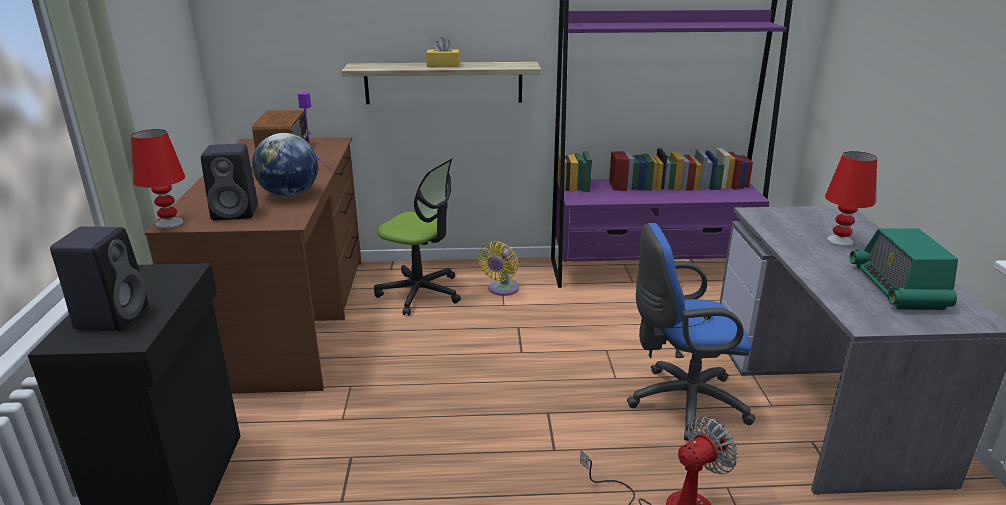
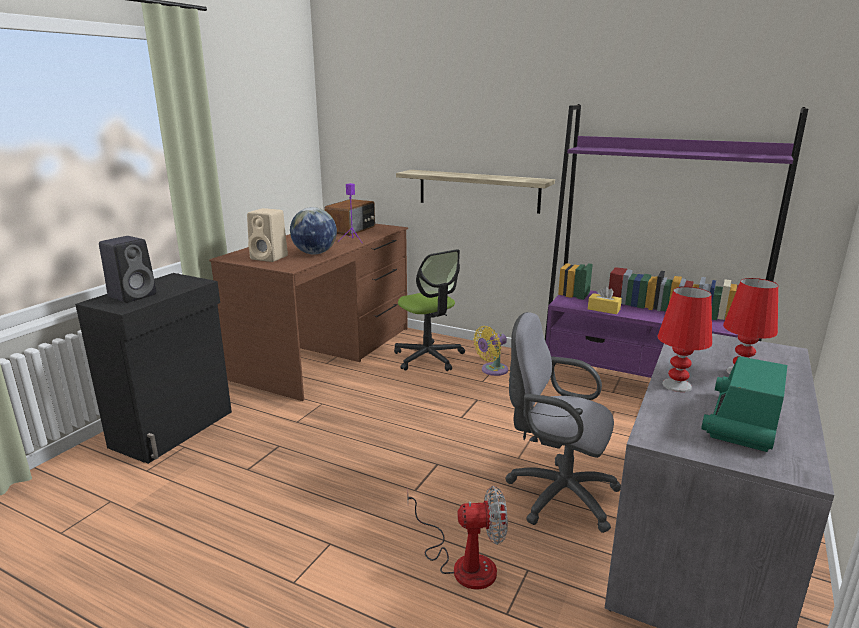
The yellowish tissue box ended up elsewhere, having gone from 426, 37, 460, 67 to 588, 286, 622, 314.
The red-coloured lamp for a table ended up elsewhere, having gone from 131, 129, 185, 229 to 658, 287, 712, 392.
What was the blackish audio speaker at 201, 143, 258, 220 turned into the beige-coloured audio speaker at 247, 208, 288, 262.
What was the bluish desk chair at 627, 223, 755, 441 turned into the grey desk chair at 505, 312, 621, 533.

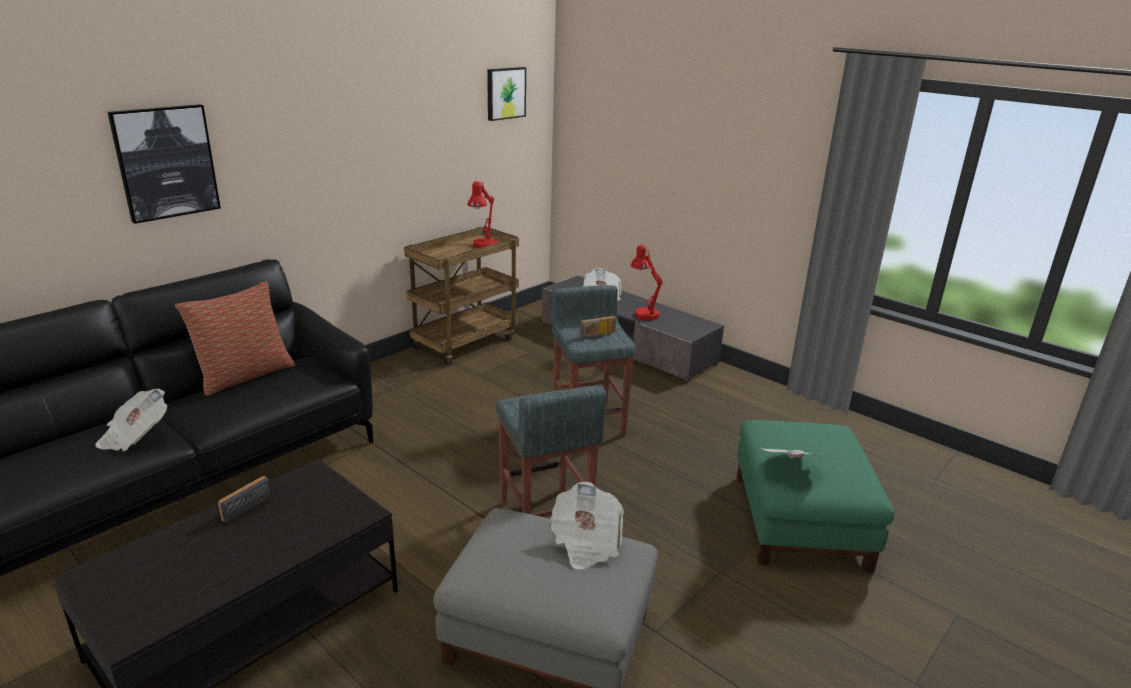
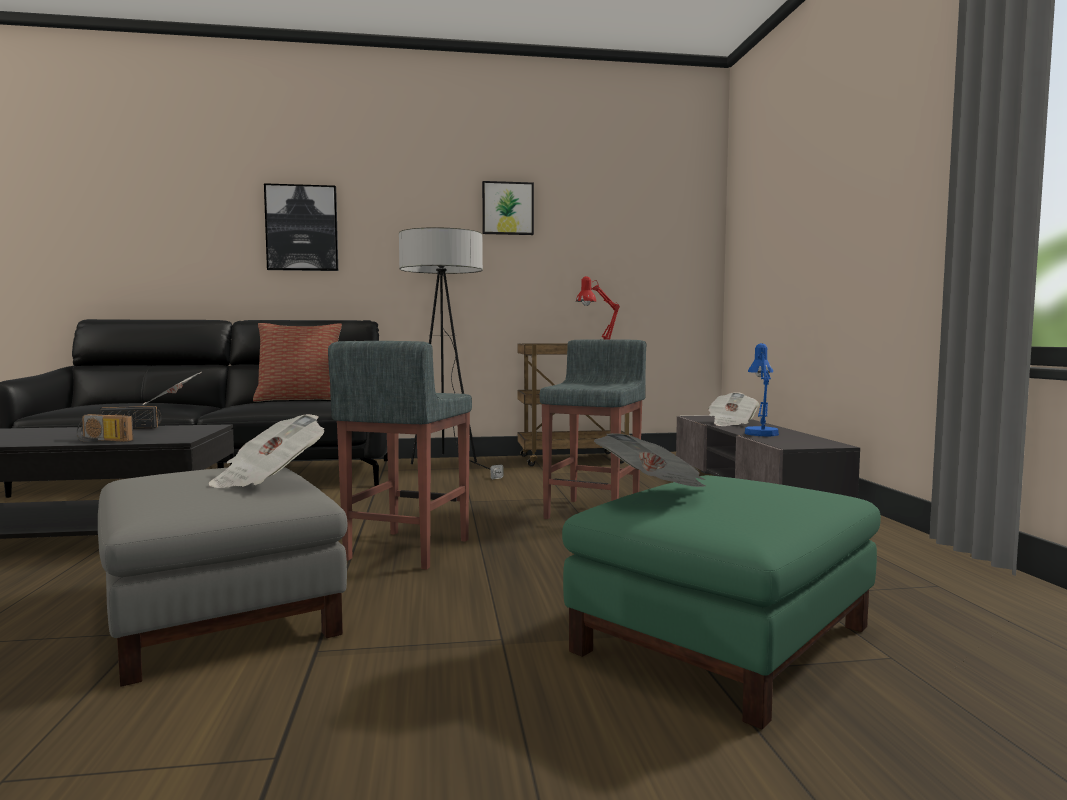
The wall picture ended up elsewhere, having gone from 487, 67, 526, 121 to 482, 181, 534, 235.
What was the red-coloured lamp for a table at 631, 244, 663, 321 turned into the bluish lamp for a table at 745, 343, 779, 436.
The radio receiver ended up elsewhere, having gone from 579, 316, 616, 340 to 77, 414, 134, 442.
The second view gained the floor lamp at 399, 227, 503, 479.

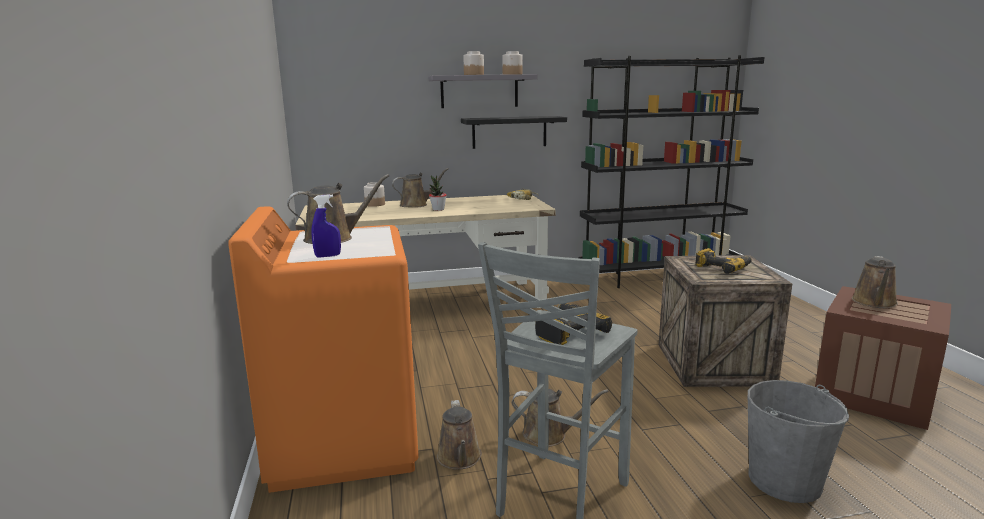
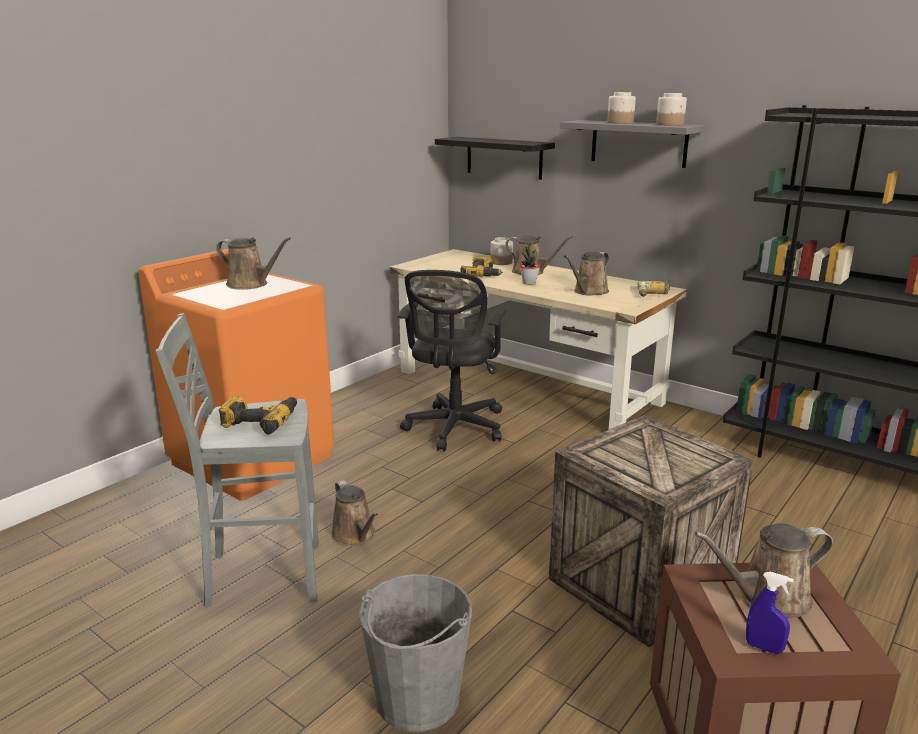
The blackish wall shelf ended up elsewhere, having gone from 461, 116, 567, 149 to 435, 137, 555, 180.
The bluish spray bottle ended up elsewhere, having gone from 311, 194, 341, 258 to 746, 572, 794, 654.
The electric drill ended up elsewhere, having gone from 695, 248, 752, 274 to 460, 257, 503, 277.
The brown-coloured sprinkling can ended up elsewhere, having gone from 437, 400, 482, 470 to 564, 251, 609, 296.
The second view gained the blackish desk chair at 397, 270, 506, 451.

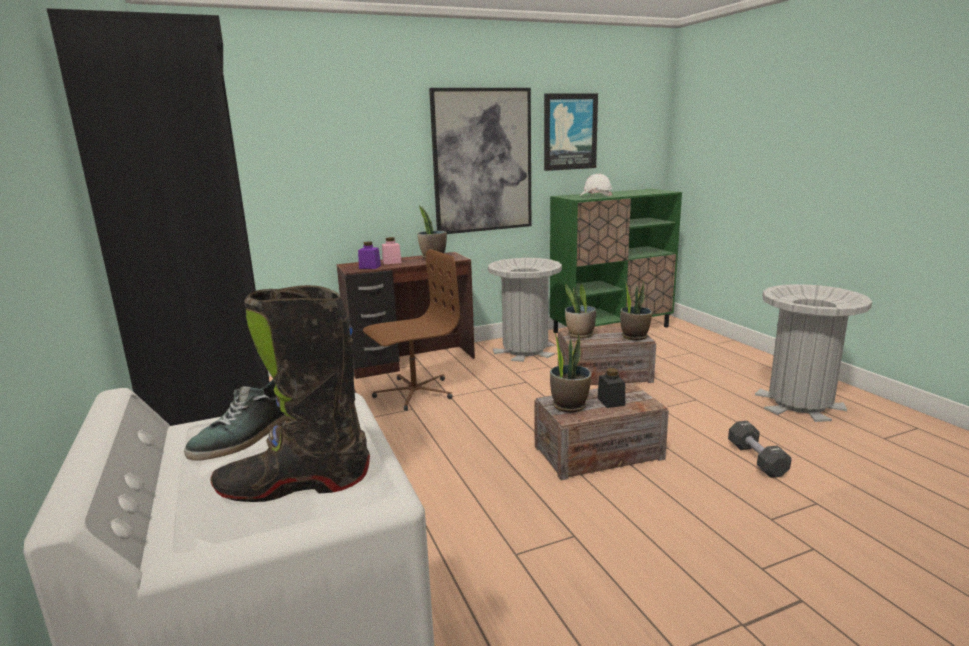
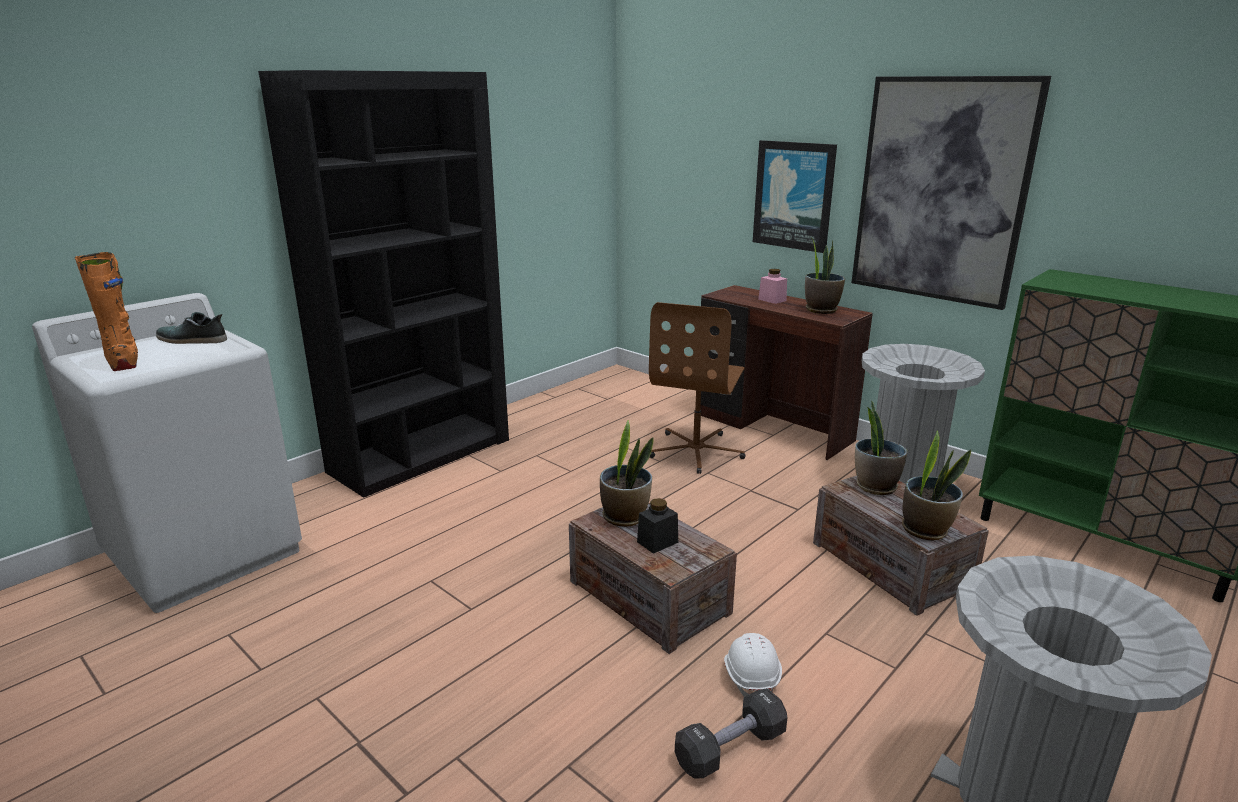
The wall picture ended up elsewhere, having gone from 544, 93, 598, 171 to 753, 140, 837, 253.
The white work helmet ended up elsewhere, having gone from 580, 174, 612, 196 to 724, 633, 782, 697.
The second view lost the purplish preserve jar at 358, 241, 381, 269.
The brown-coloured desk chair at 363, 249, 460, 411 ended up facing another way, 75 degrees clockwise from before.
What was the blackish boot at 210, 285, 370, 502 turned into the orangey boot at 75, 252, 138, 371.

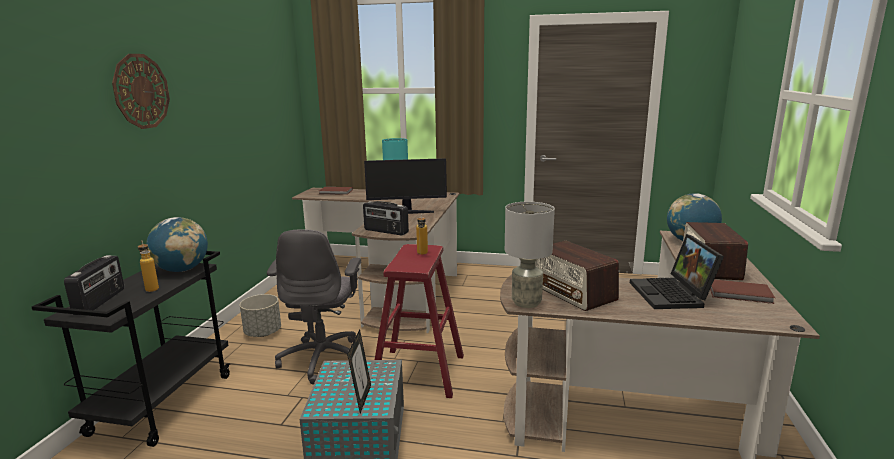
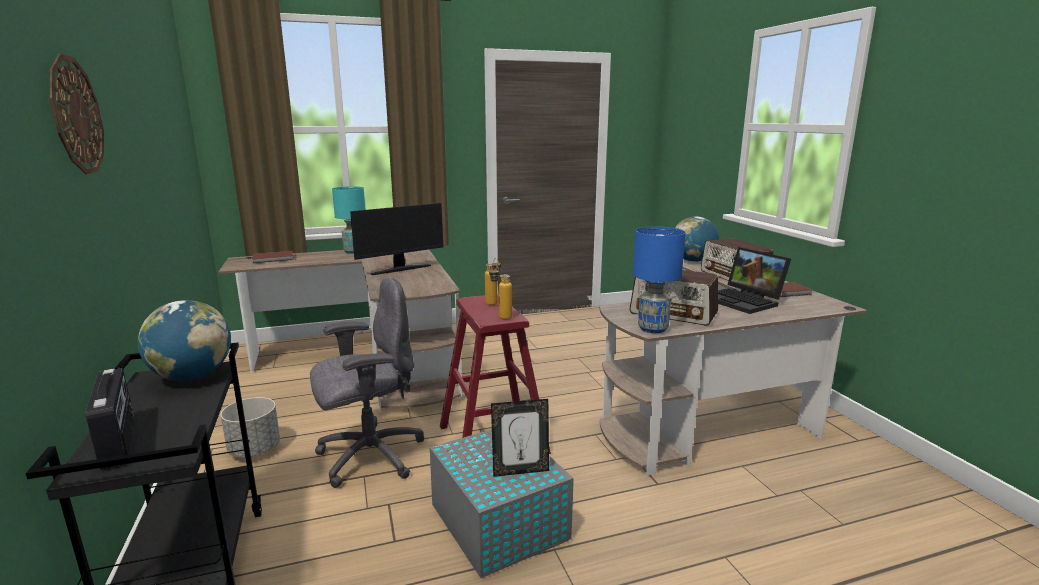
The second view lost the radio receiver at 363, 201, 409, 236.
What was the grey lamp for a table at 505, 202, 555, 308 turned into the bluish lamp for a table at 633, 227, 686, 333.
The grey desk chair at 267, 229, 361, 384 ended up facing another way, 90 degrees counterclockwise from before.
The bottle ended up elsewhere, having gone from 138, 240, 159, 292 to 489, 265, 512, 319.
The picture frame at 347, 329, 371, 413 ended up facing another way, 105 degrees clockwise from before.

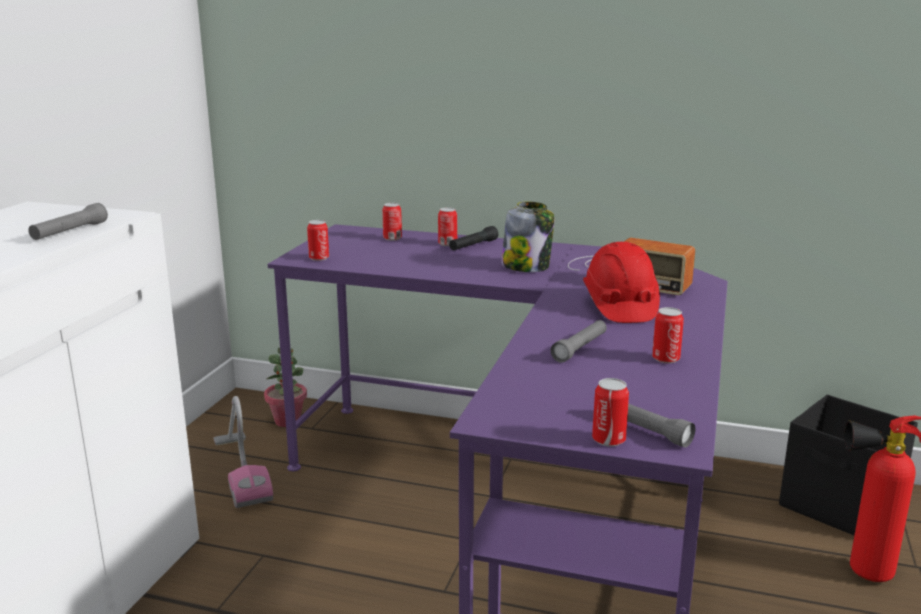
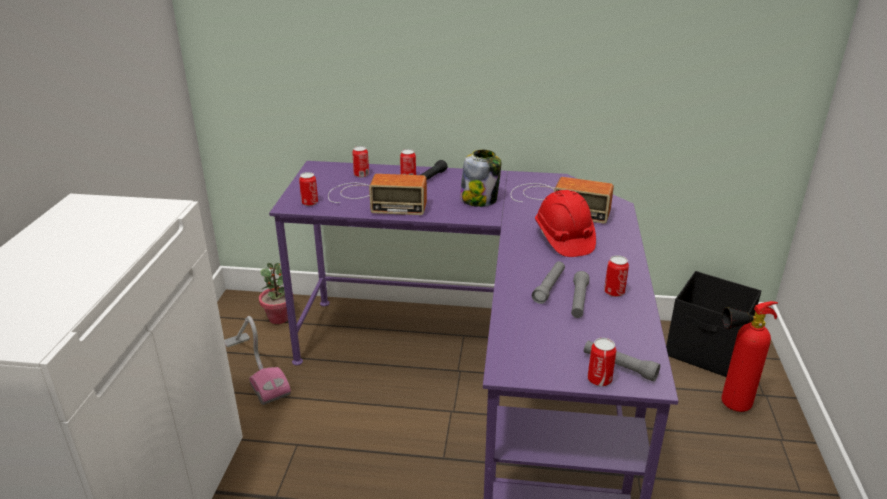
The grey flashlight ended up elsewhere, having gone from 28, 203, 108, 240 to 571, 271, 590, 318.
The second view gained the radio receiver at 328, 174, 427, 215.

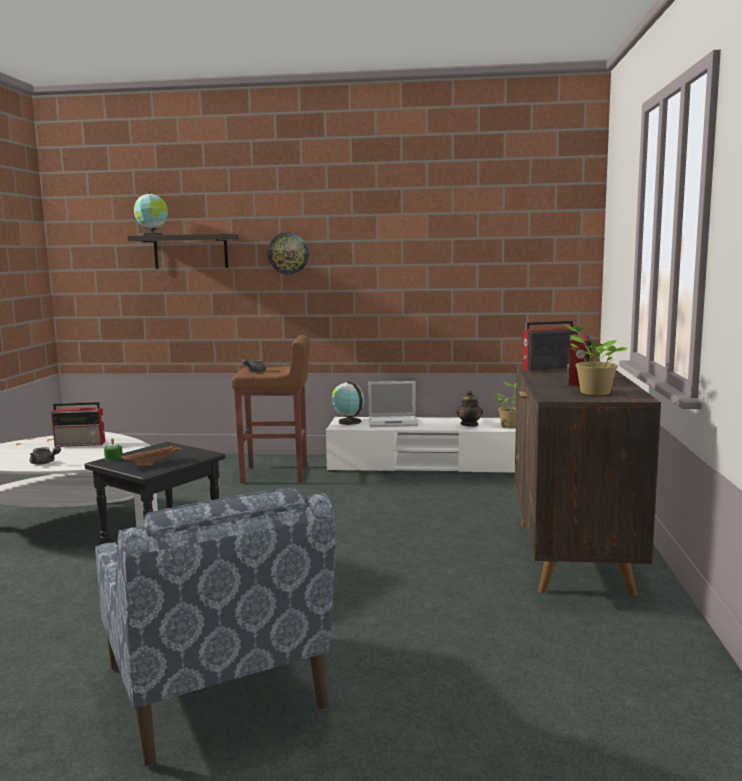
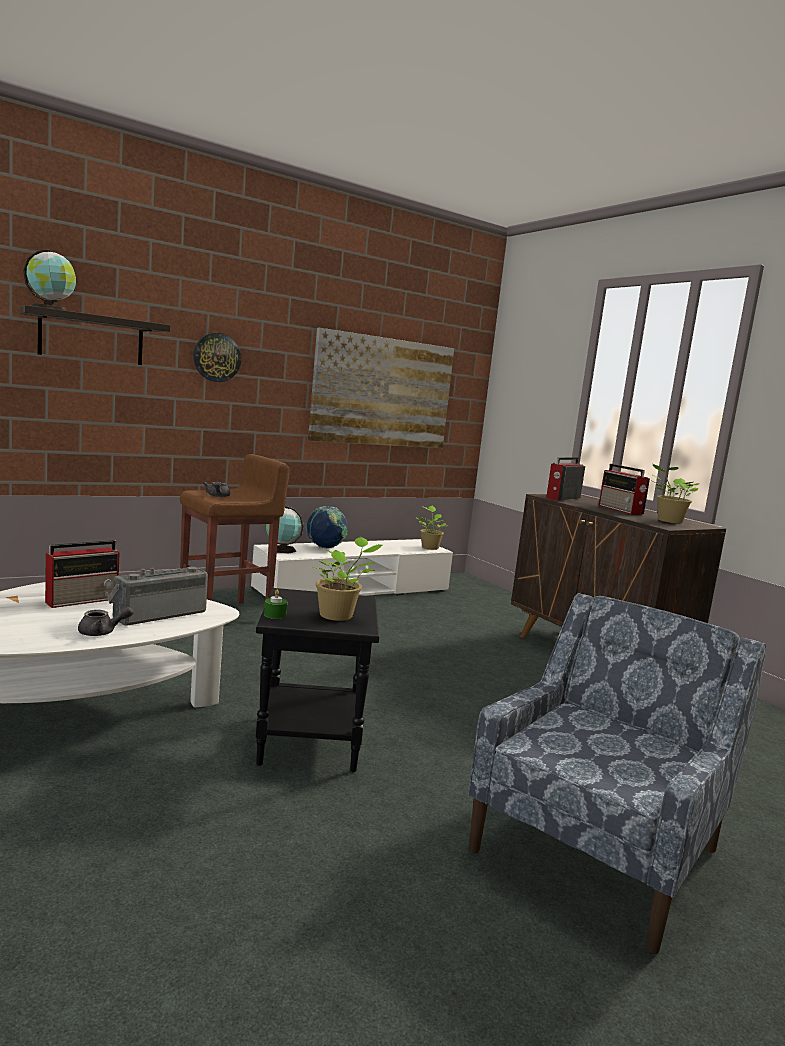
Where the laptop stood at 368, 381, 418, 427, the desk globe came to stand at 305, 506, 348, 549.
The second view lost the pot for tea at 456, 390, 483, 427.
Where the brown-coloured carrying tray stood at 121, 444, 184, 466, the potted plant came to stand at 313, 537, 382, 621.
The bluish lounge chair at 95, 488, 336, 767 ended up facing another way, 75 degrees counterclockwise from before.
The second view gained the wall picture at 308, 328, 454, 448.
The second view gained the radio receiver at 107, 566, 208, 626.

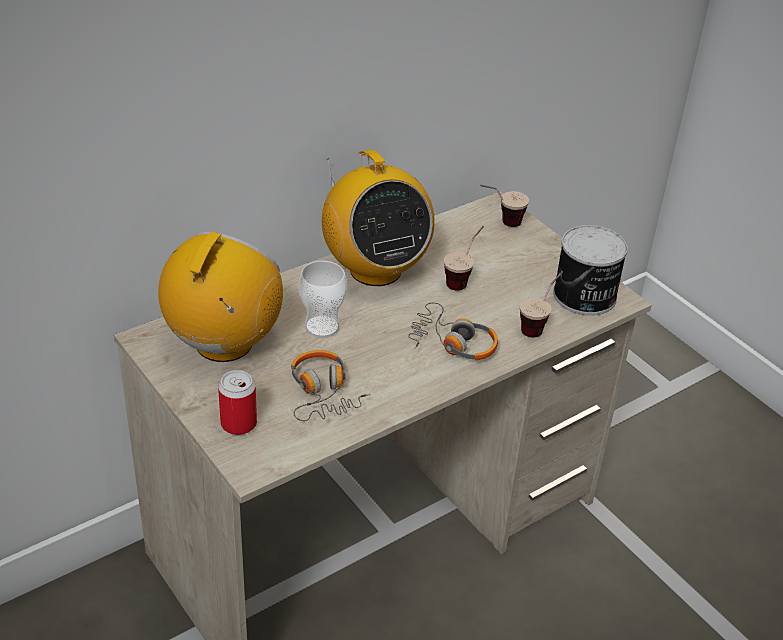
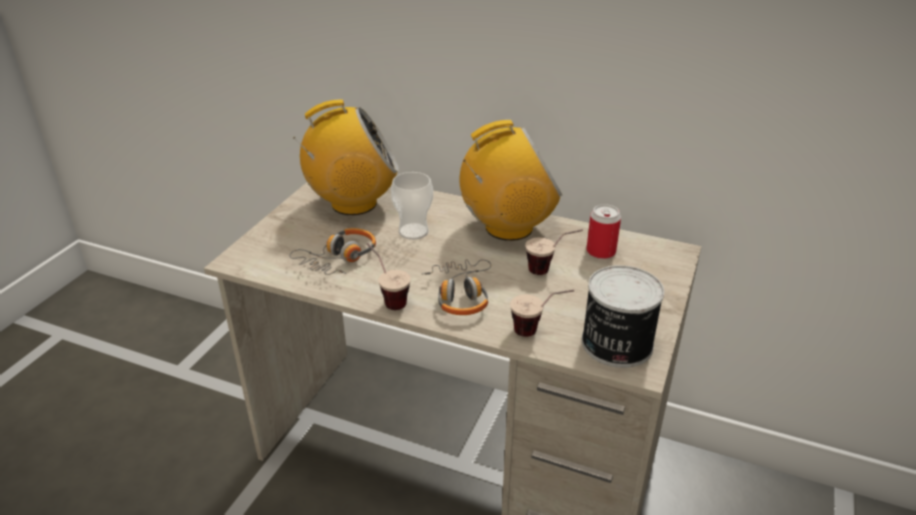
The radio receiver at 322, 150, 435, 286 ended up facing another way, 135 degrees counterclockwise from before.
The small cup ended up elsewhere, having gone from 480, 184, 529, 227 to 367, 243, 411, 310.
The metal can ended up elsewhere, having gone from 218, 370, 257, 435 to 586, 204, 621, 259.

